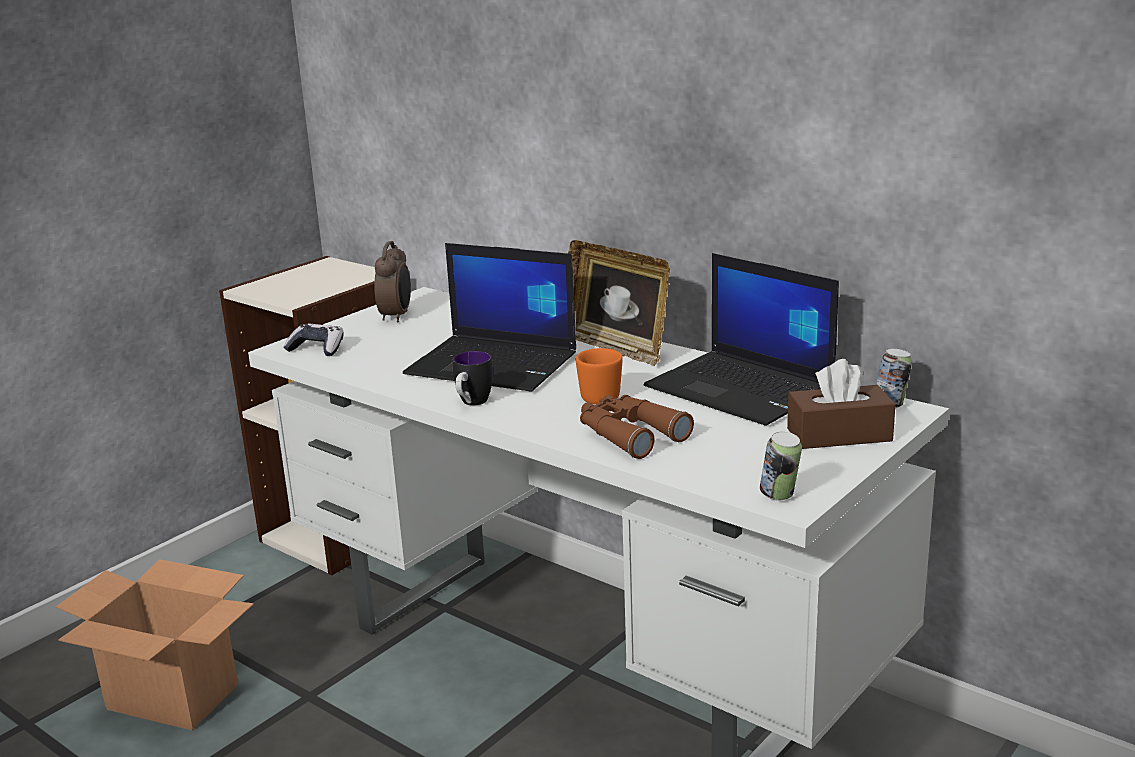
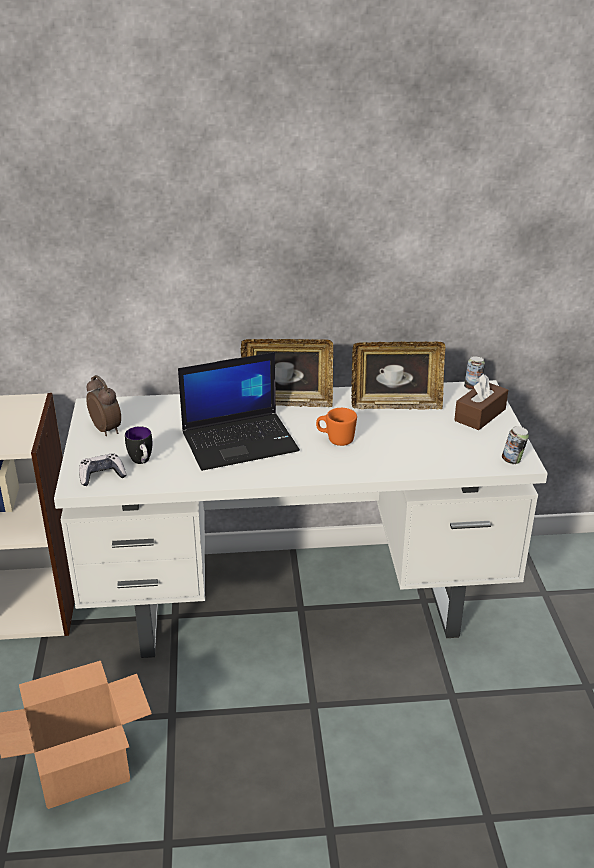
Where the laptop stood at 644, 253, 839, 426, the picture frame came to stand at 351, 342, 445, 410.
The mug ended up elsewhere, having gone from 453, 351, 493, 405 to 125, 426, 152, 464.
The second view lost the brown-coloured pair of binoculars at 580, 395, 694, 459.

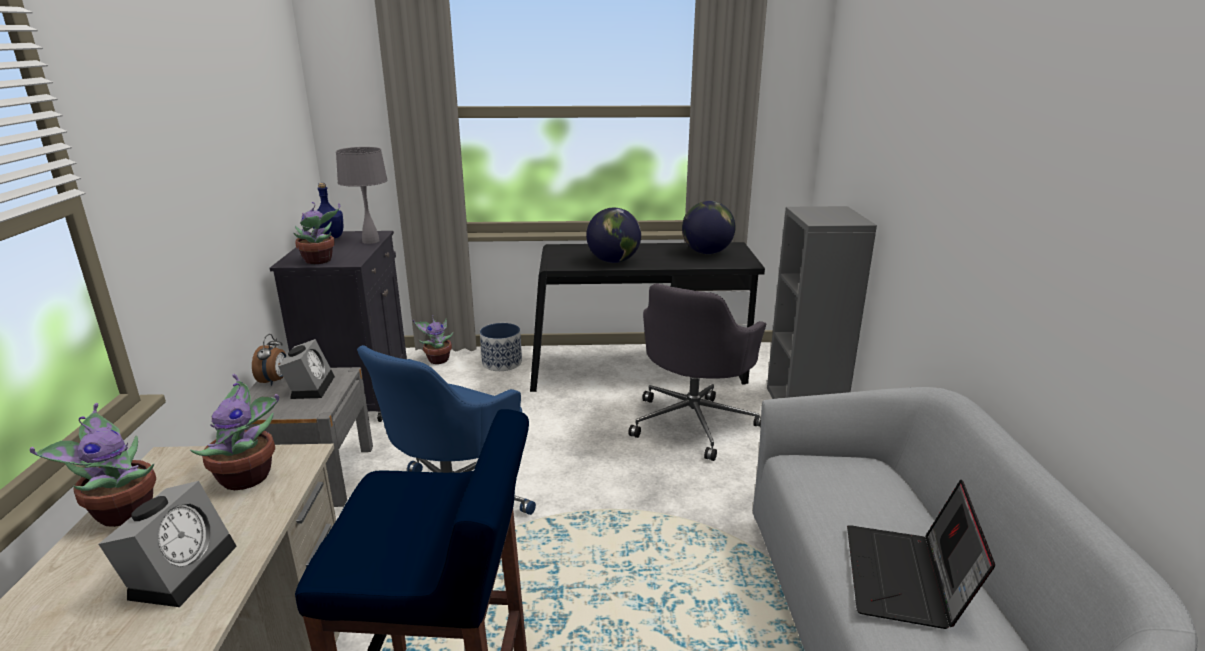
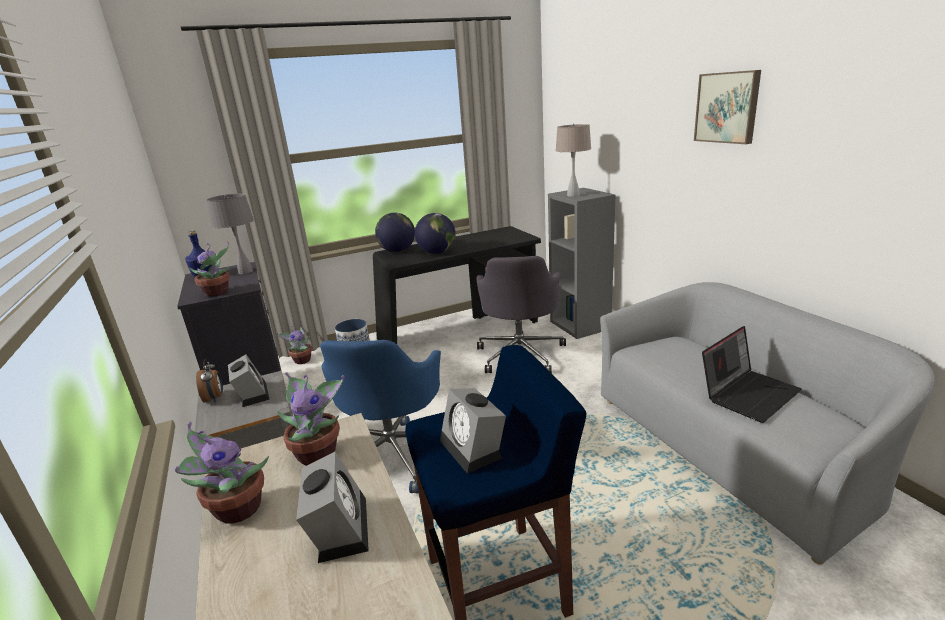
The desk globe ended up elsewhere, having gone from 682, 201, 735, 254 to 375, 213, 415, 253.
The laptop at 847, 480, 995, 629 ended up facing another way, 120 degrees counterclockwise from before.
The second view gained the wall picture at 694, 70, 761, 144.
The second view gained the beige-coloured lamp for a table at 556, 124, 591, 197.
The second view gained the table clock at 440, 388, 506, 474.

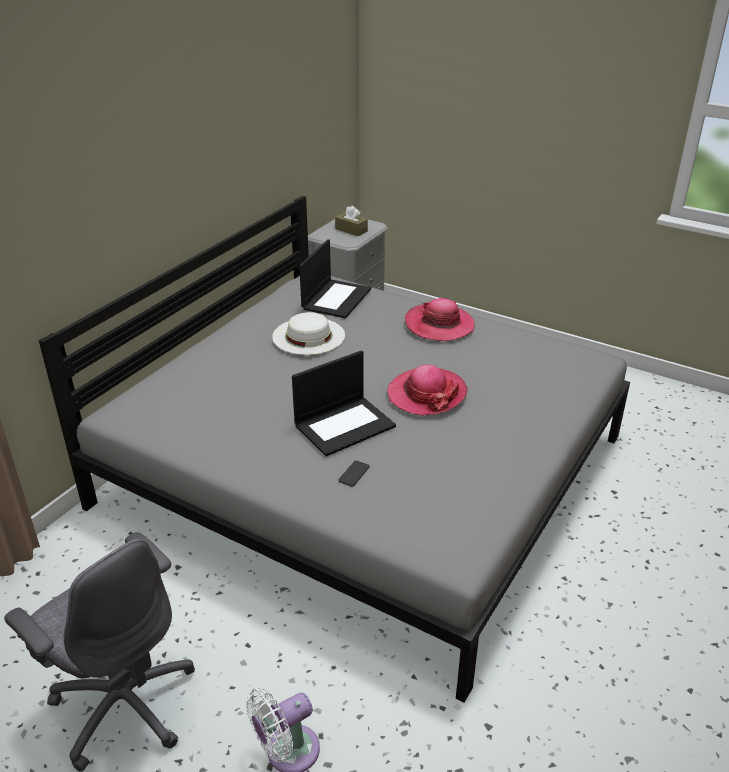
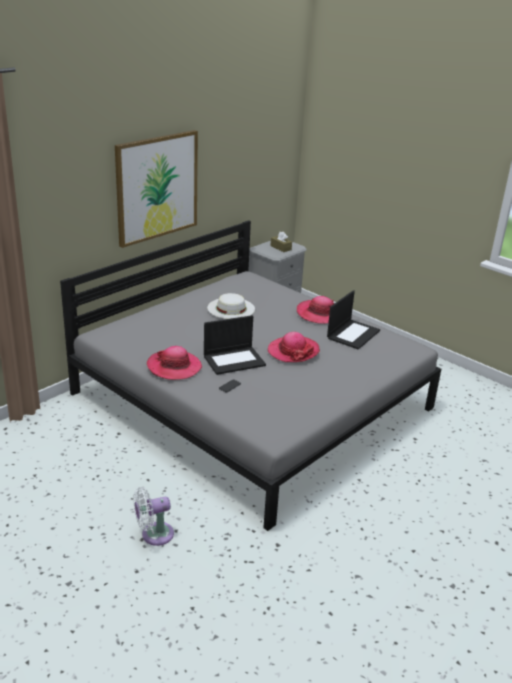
The laptop ended up elsewhere, having gone from 299, 239, 371, 318 to 327, 290, 380, 349.
The second view lost the grey desk chair at 4, 532, 195, 772.
The second view gained the wall picture at 115, 130, 198, 248.
The second view gained the wearable hat at 147, 346, 202, 380.

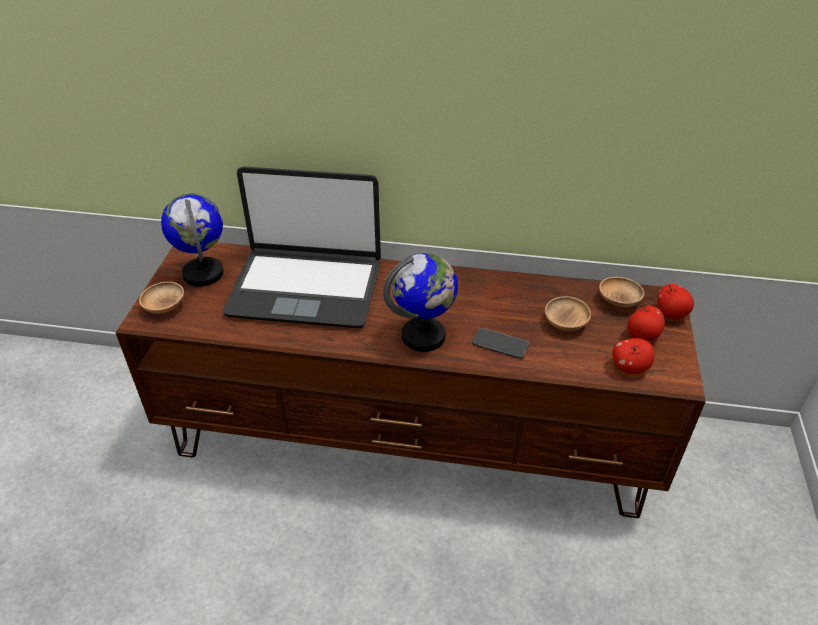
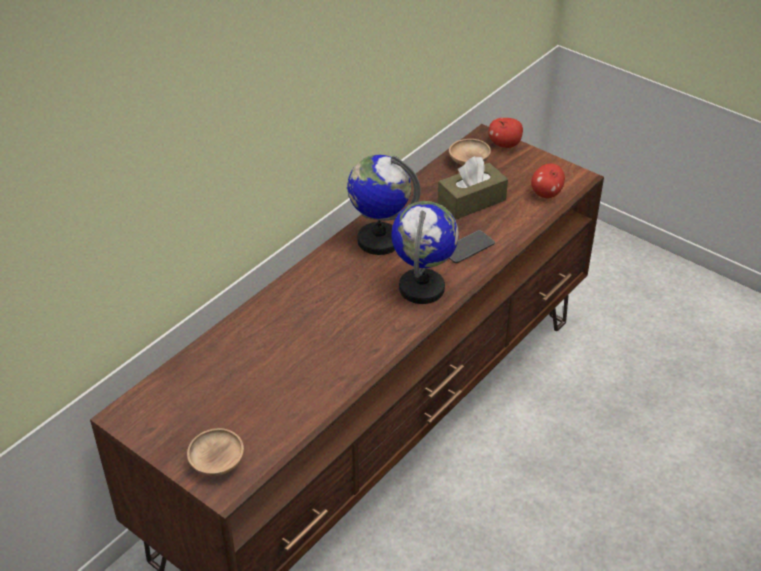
The second view lost the laptop at 223, 167, 381, 328.
The desk globe ended up elsewhere, having gone from 161, 193, 224, 287 to 347, 155, 421, 255.
Where the brown-coloured serving bowl stood at 545, 296, 591, 331, the brown-coloured tissue box came to stand at 437, 156, 508, 220.
The second view lost the apple fruit at 627, 303, 665, 341.

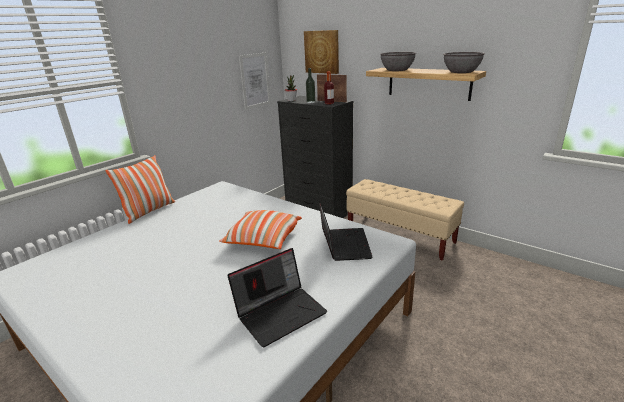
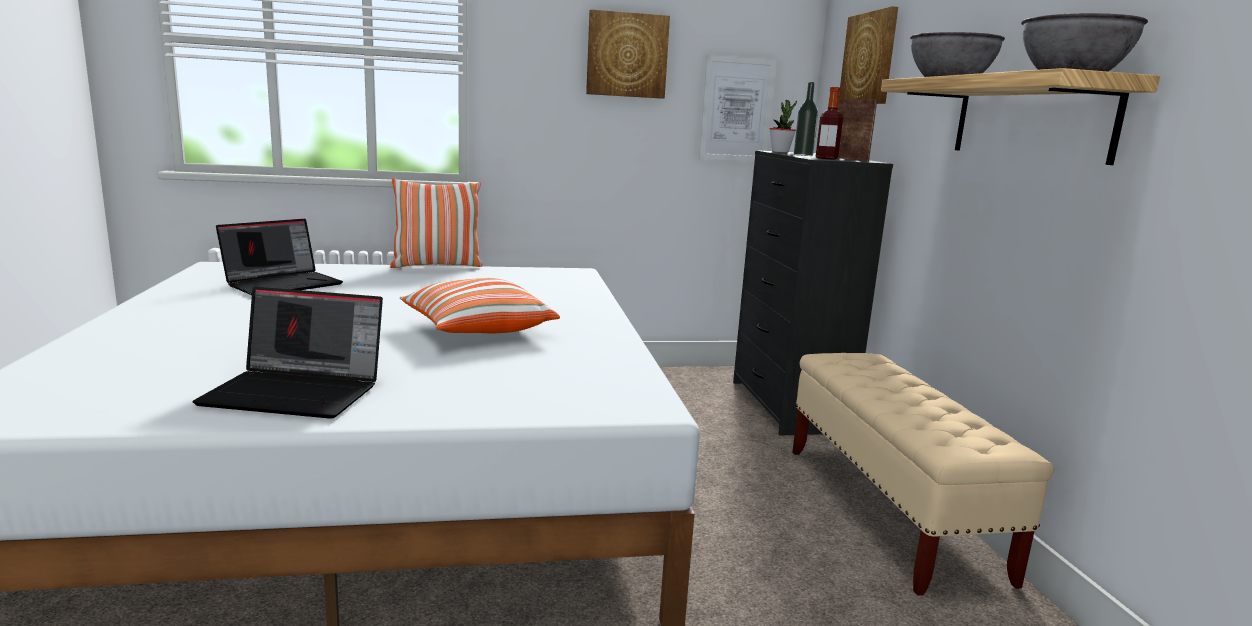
The laptop ended up elsewhere, having gone from 319, 201, 373, 261 to 216, 219, 343, 295.
The second view gained the wall picture at 586, 9, 670, 99.

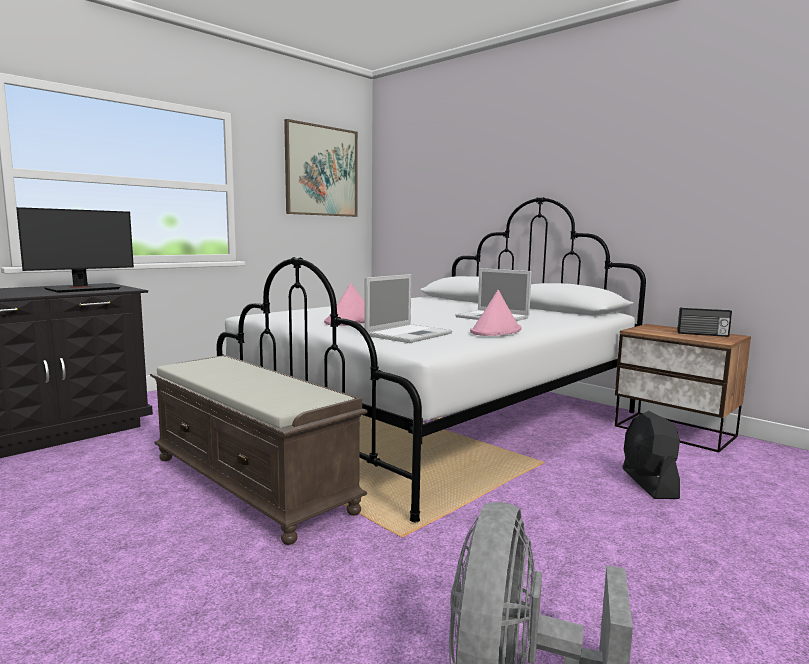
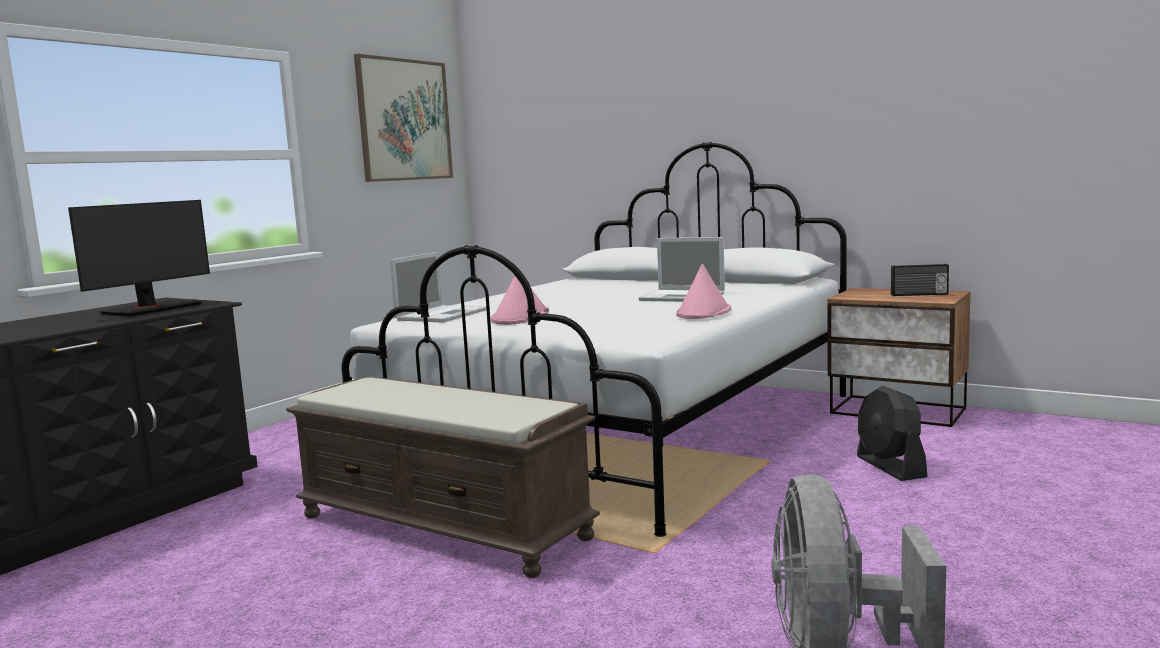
The laptop ended up elsewhere, having gone from 364, 274, 452, 343 to 389, 252, 486, 323.

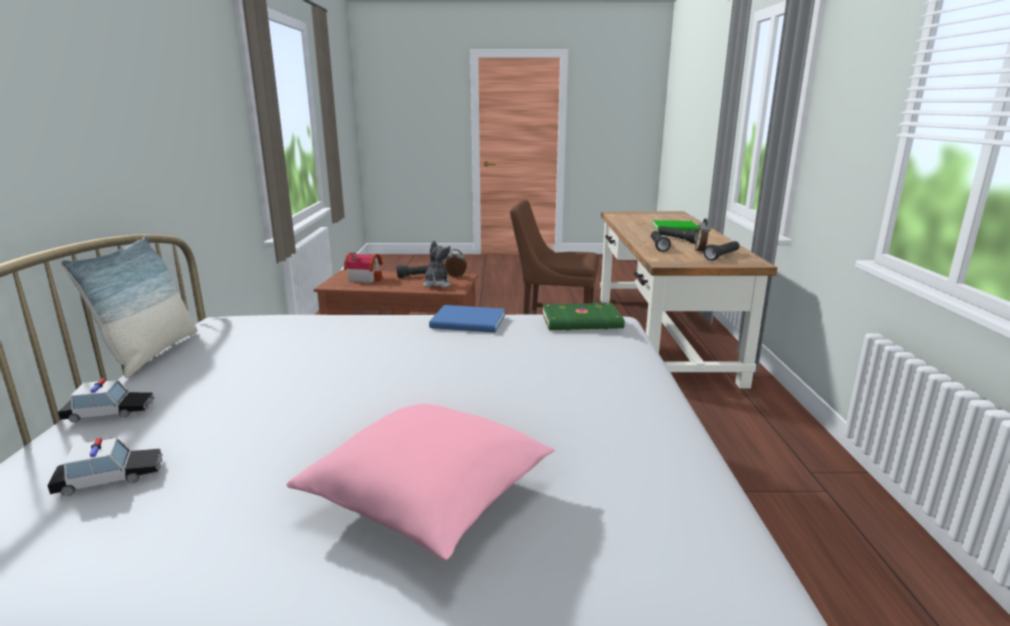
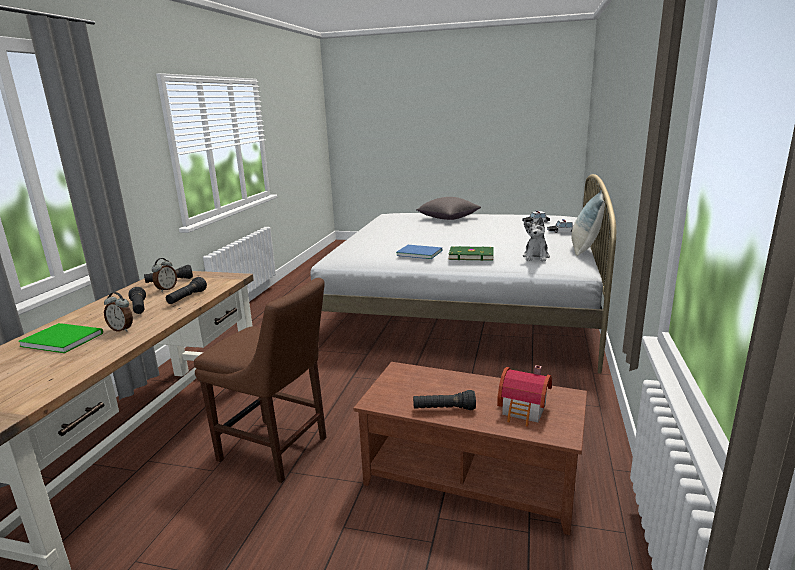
The plush toy ended up elsewhere, having gone from 423, 240, 451, 288 to 523, 217, 550, 261.
The table clock ended up elsewhere, having gone from 445, 249, 467, 277 to 104, 292, 133, 332.
The green-coloured volume ended up elsewhere, having gone from 542, 303, 625, 330 to 448, 246, 494, 261.
What was the pinkish cushion at 287, 404, 555, 560 turned into the grey cushion at 416, 197, 481, 220.

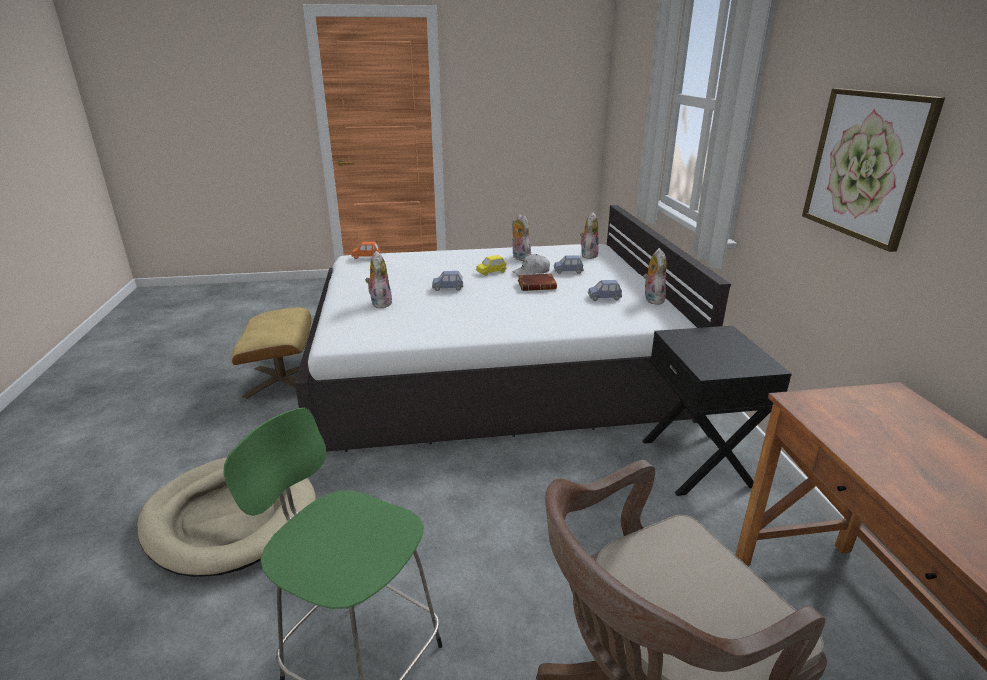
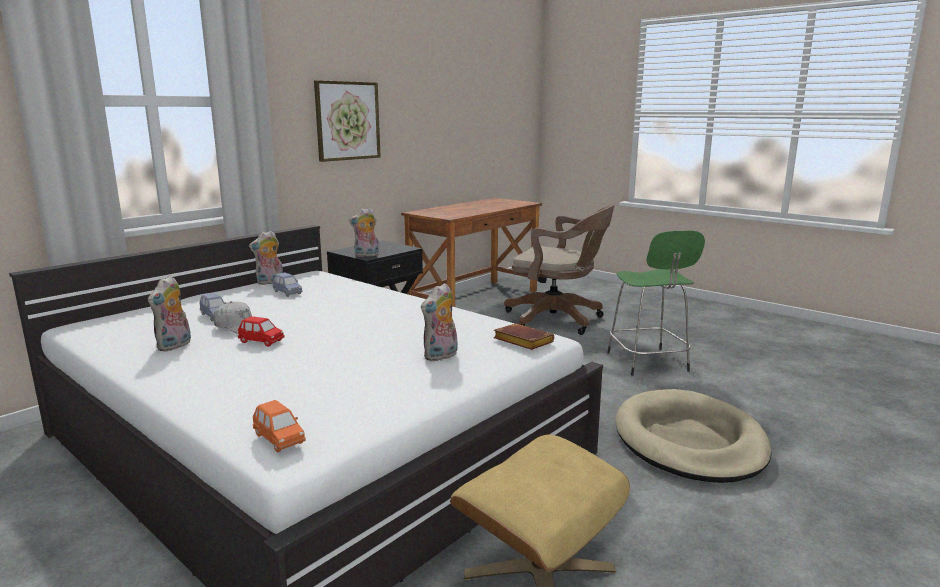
The plush toy ended up elsewhere, having gone from 580, 212, 599, 259 to 349, 208, 379, 257.
What was the yellowish miniature car at 476, 255, 507, 276 turned into the red-coloured miniature car at 238, 316, 285, 347.
The second view lost the bluish miniature car at 432, 271, 463, 291.
The brown-coloured volume ended up elsewhere, having gone from 518, 274, 557, 291 to 493, 323, 554, 350.

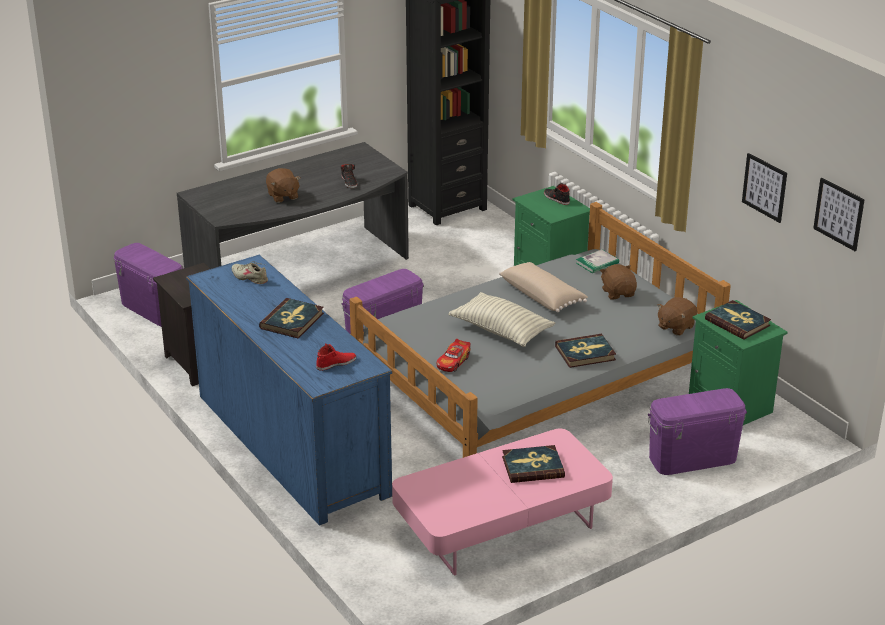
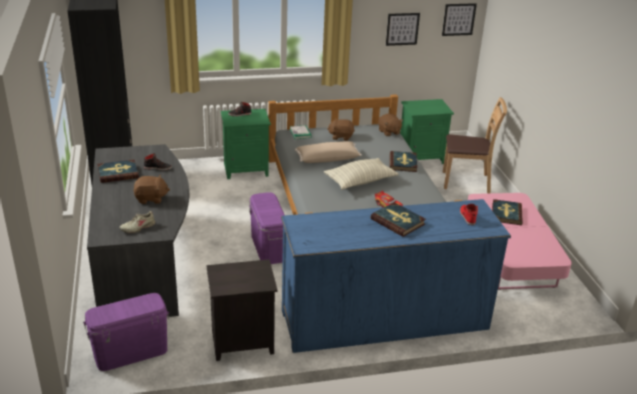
The beige-coloured item of footwear ended up elsewhere, having gone from 232, 261, 268, 284 to 120, 211, 155, 233.
The volume ended up elsewhere, having gone from 705, 300, 771, 340 to 97, 160, 139, 183.
Where the purplish storage container stood at 648, 388, 747, 475, the brown-coloured upright chair came to stand at 443, 97, 507, 193.

